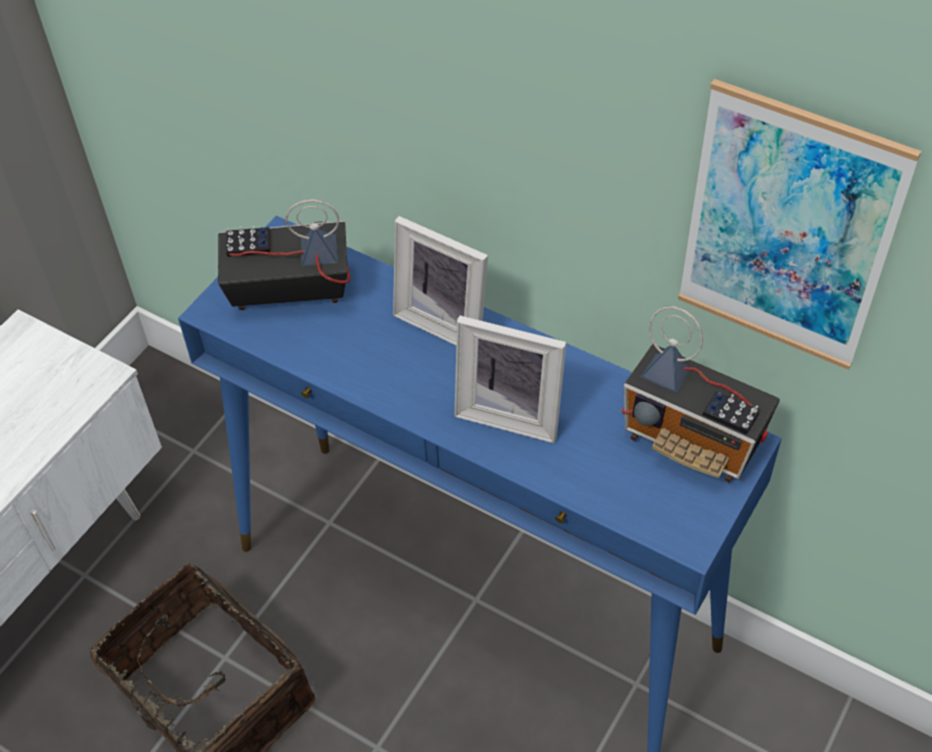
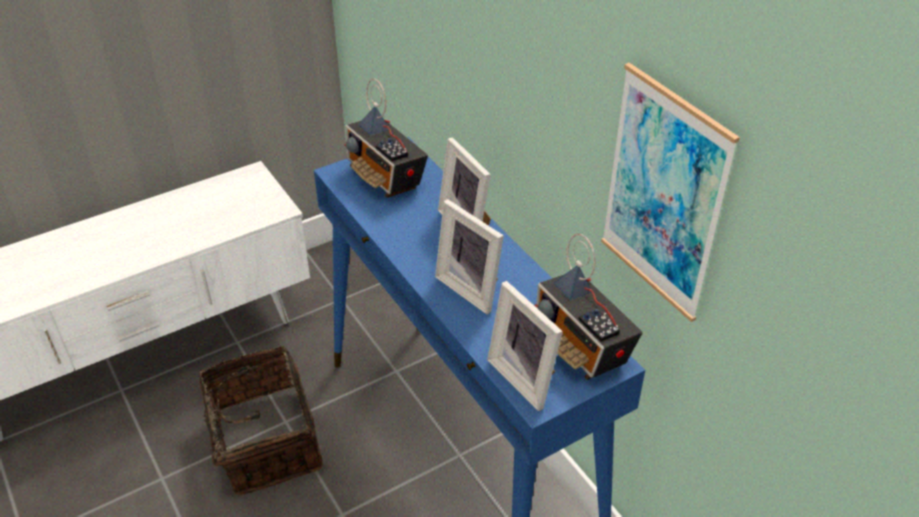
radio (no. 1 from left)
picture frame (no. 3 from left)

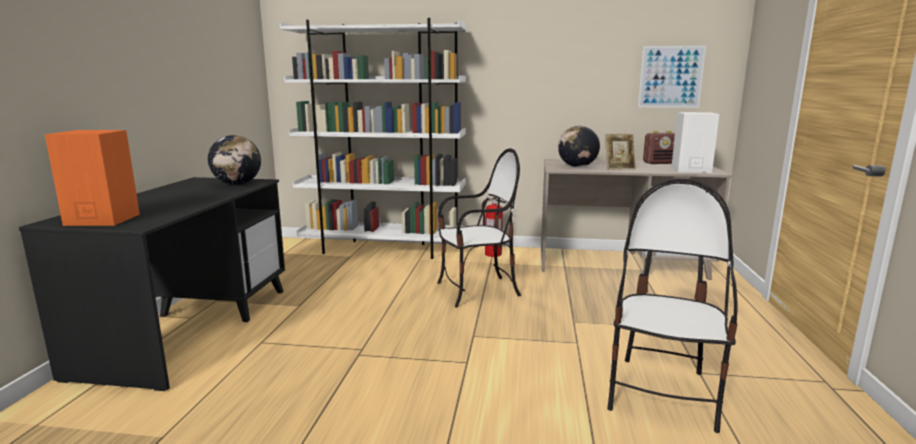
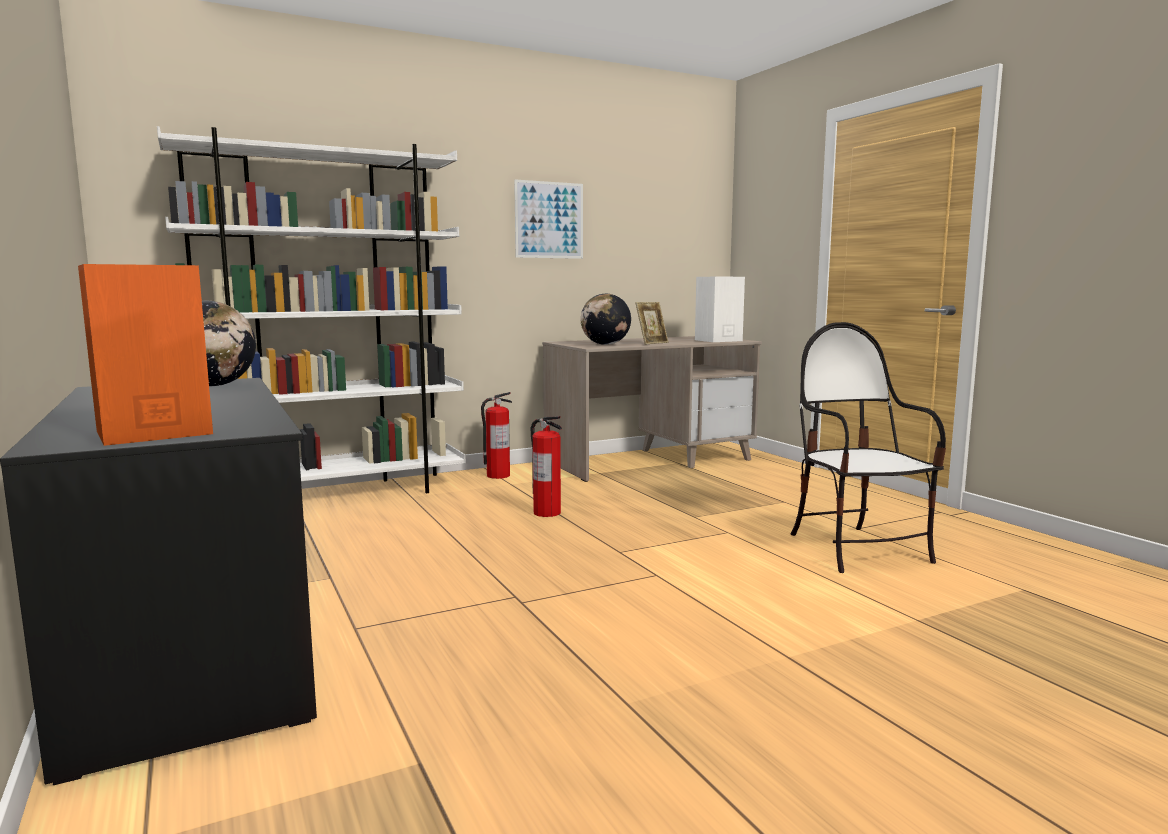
fire-fighting cylinder (no. 2 from left)
wall picture
radio

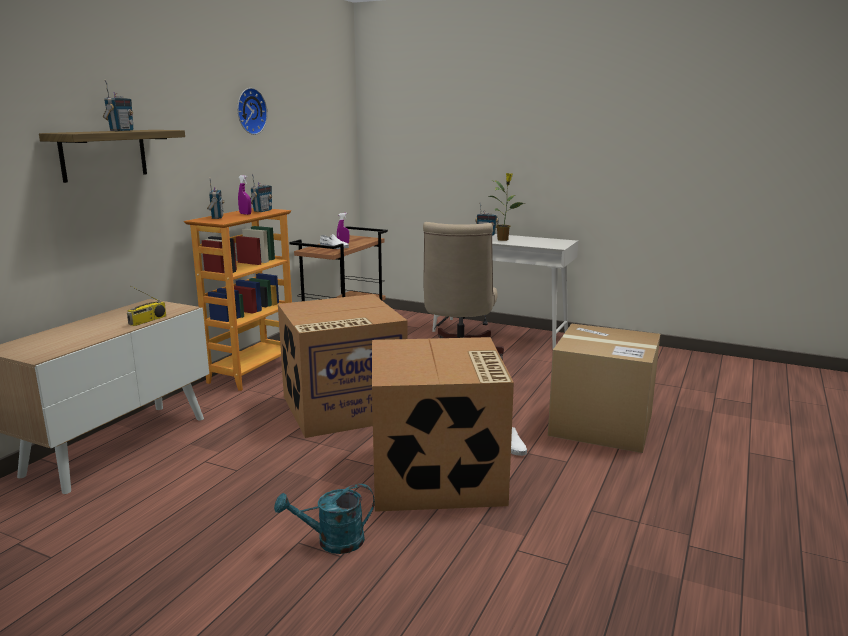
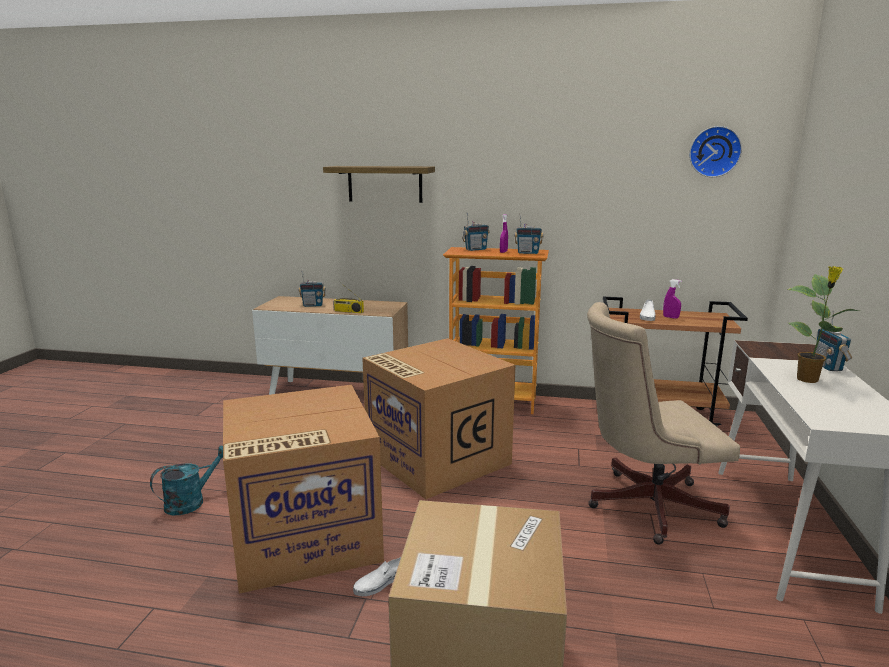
radio (no. 1 from left)
hanging clock
turquoise-coloured sprinkling can

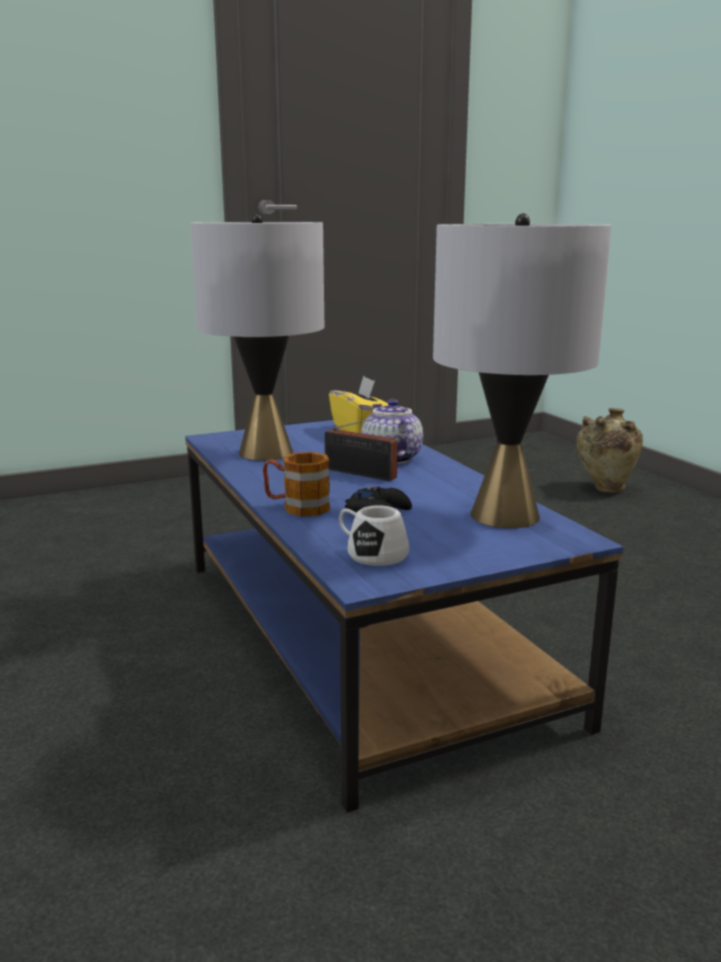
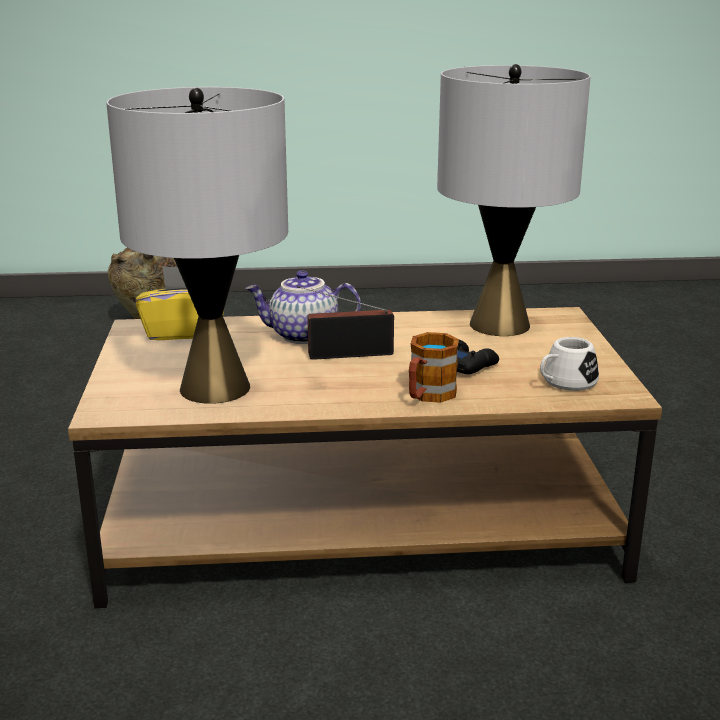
brown low table
radio

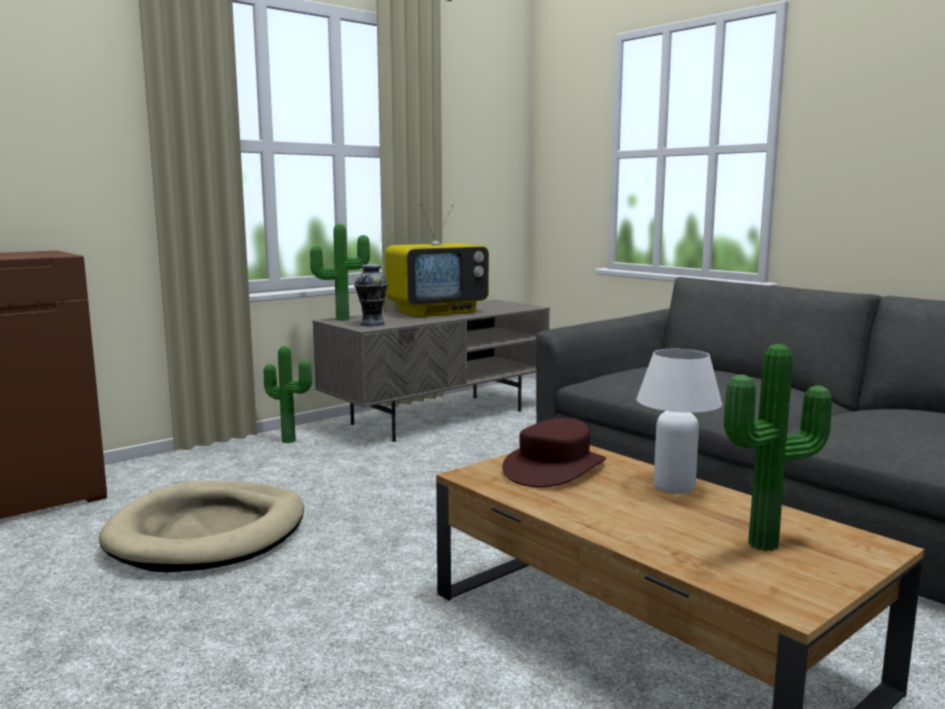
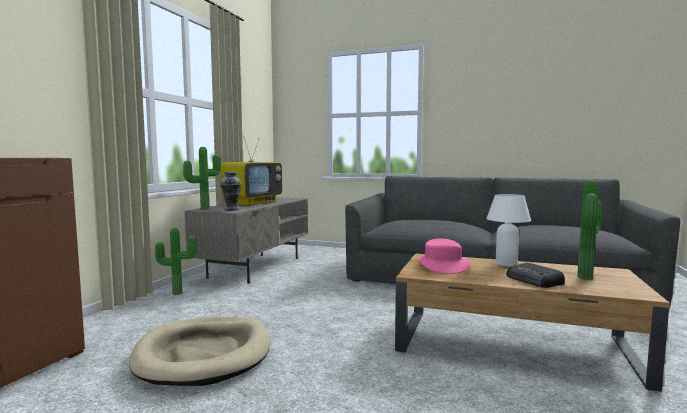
pinkish clothing hat
radio

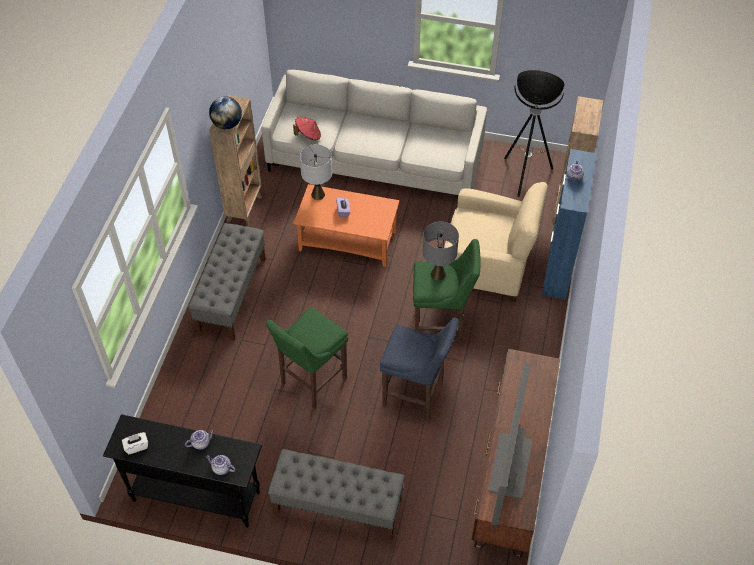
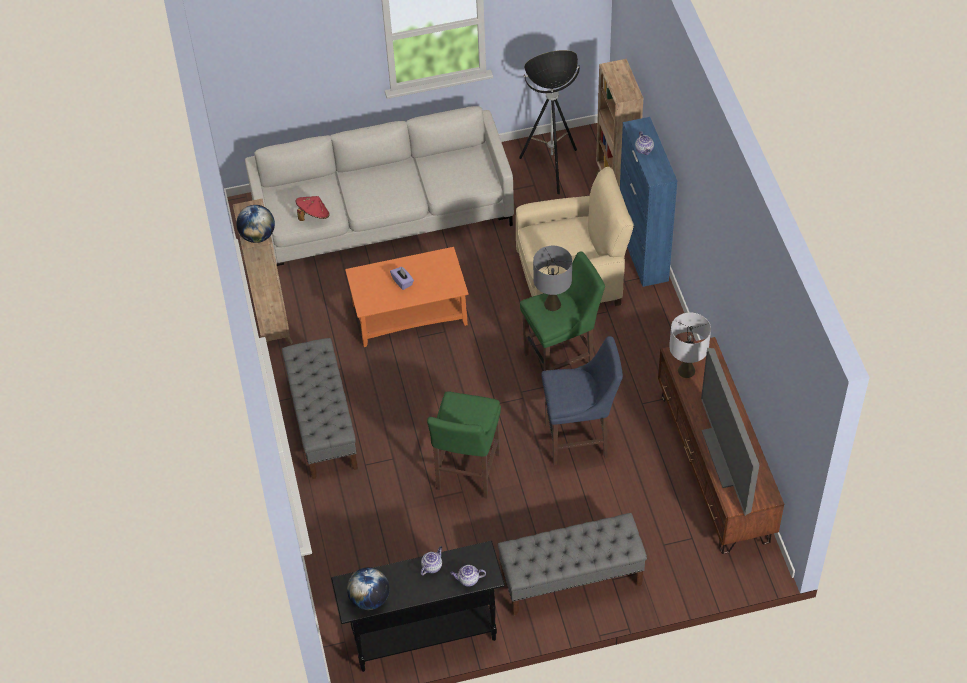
world globe (no. 2 from left)
gray lamp for a table (no. 2 from left)

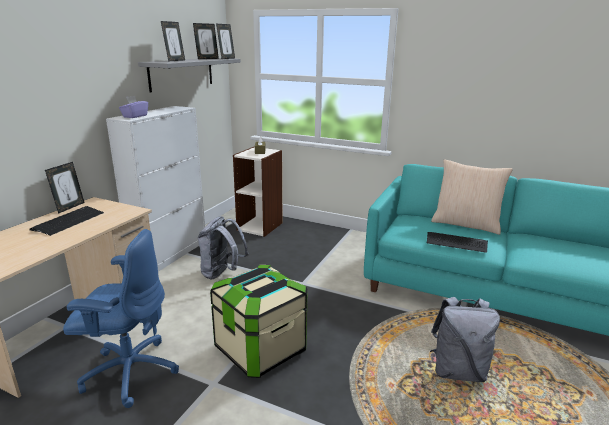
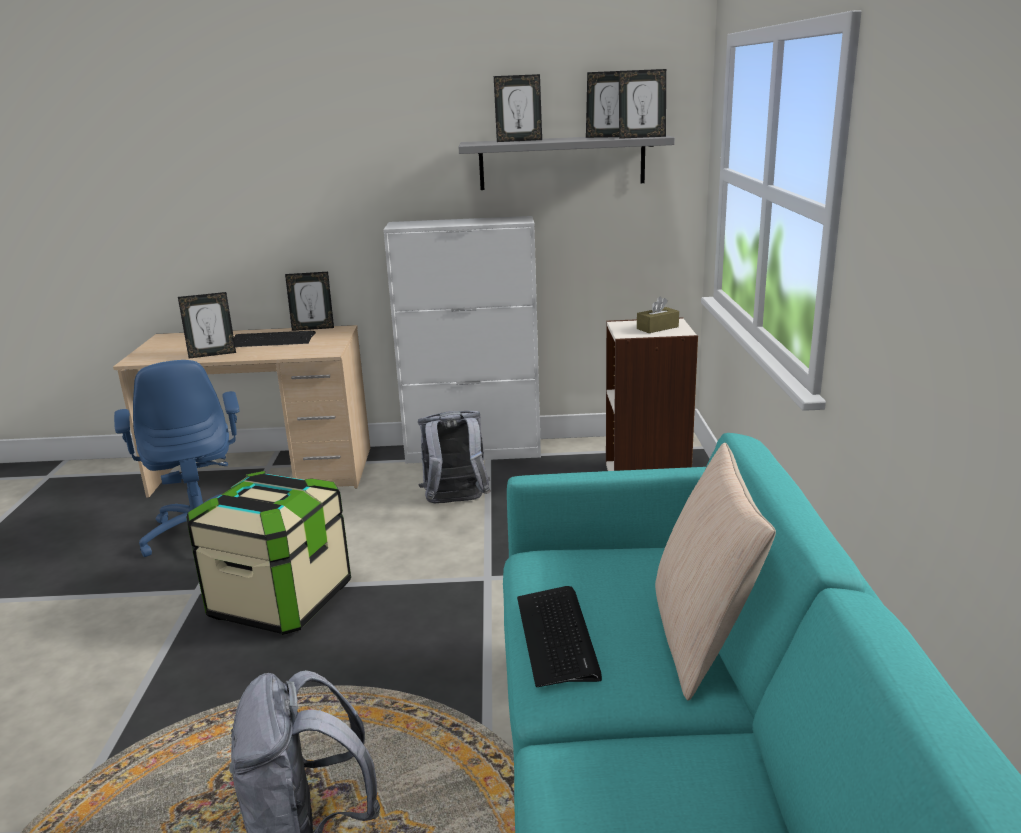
purplish tissue holder
picture frame (no. 1 from left)

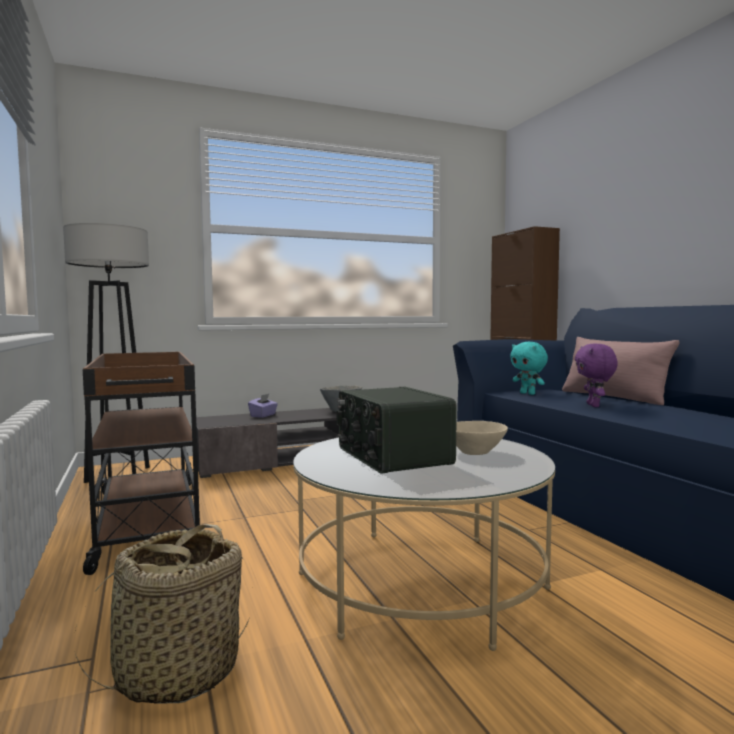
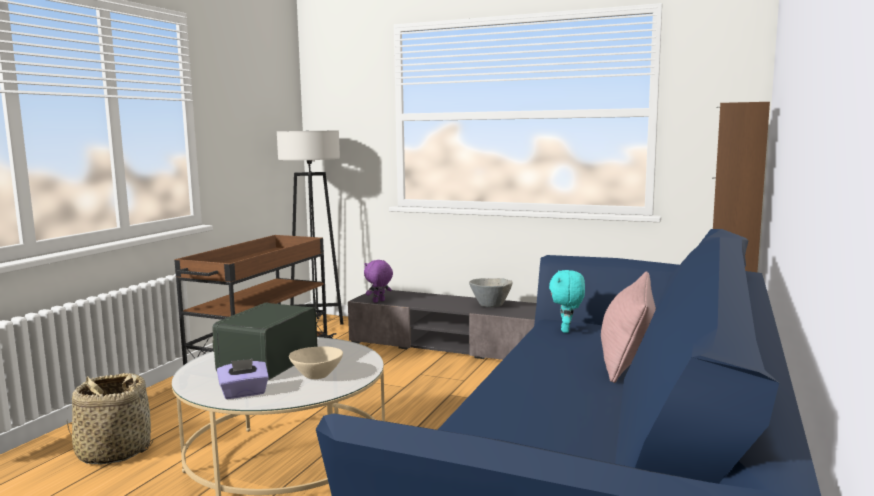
purplish tissue holder
purplish plush toy

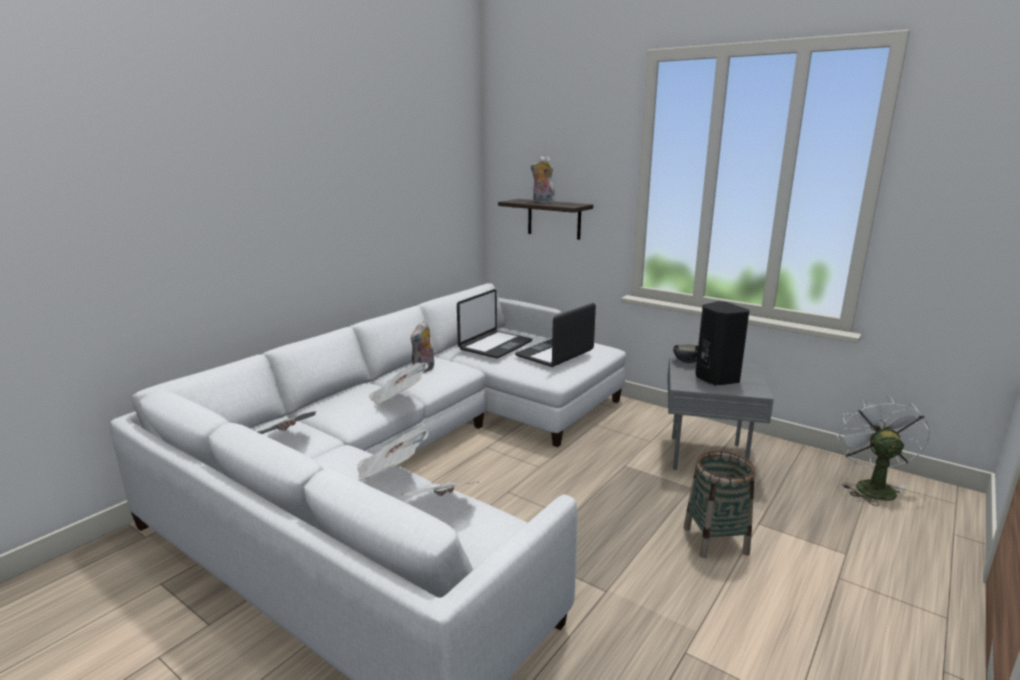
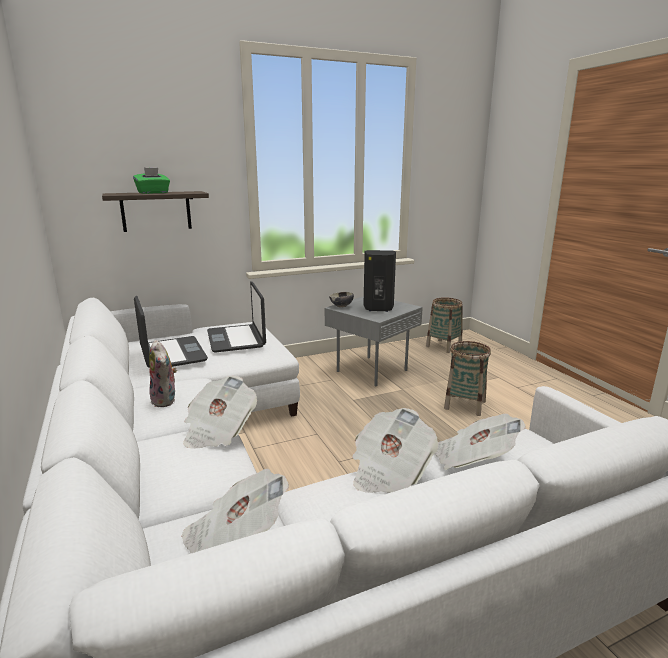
green-coloured tissue holder
household basket (no. 1 from left)

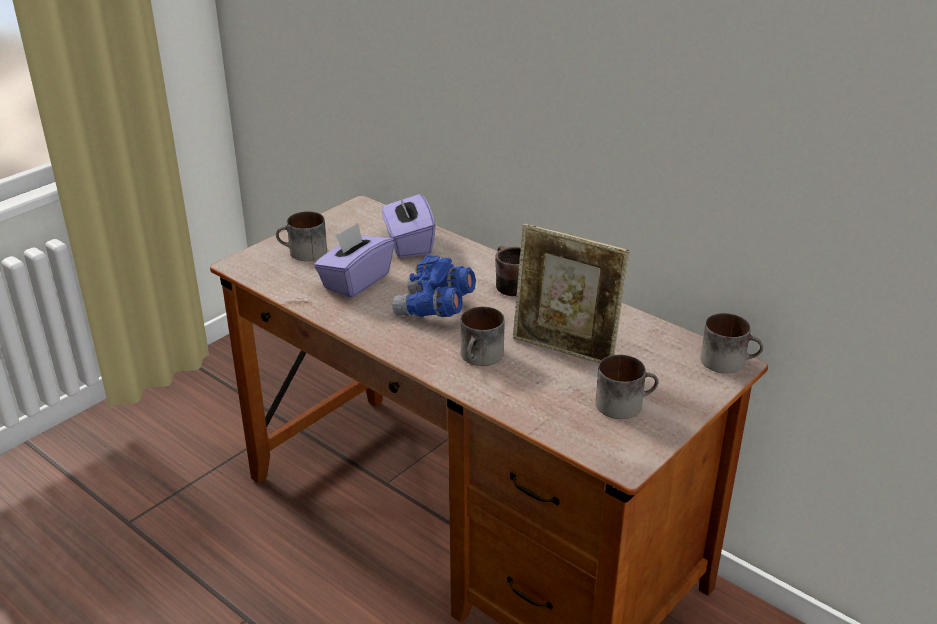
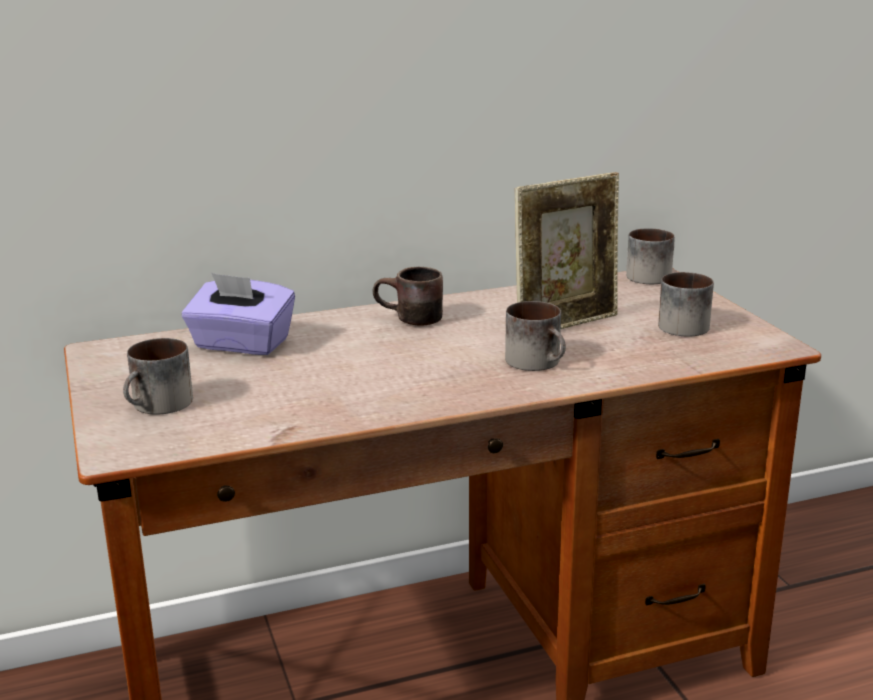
purplish tissue holder (no. 1 from left in the first image)
blue-coloured pair of binoculars

